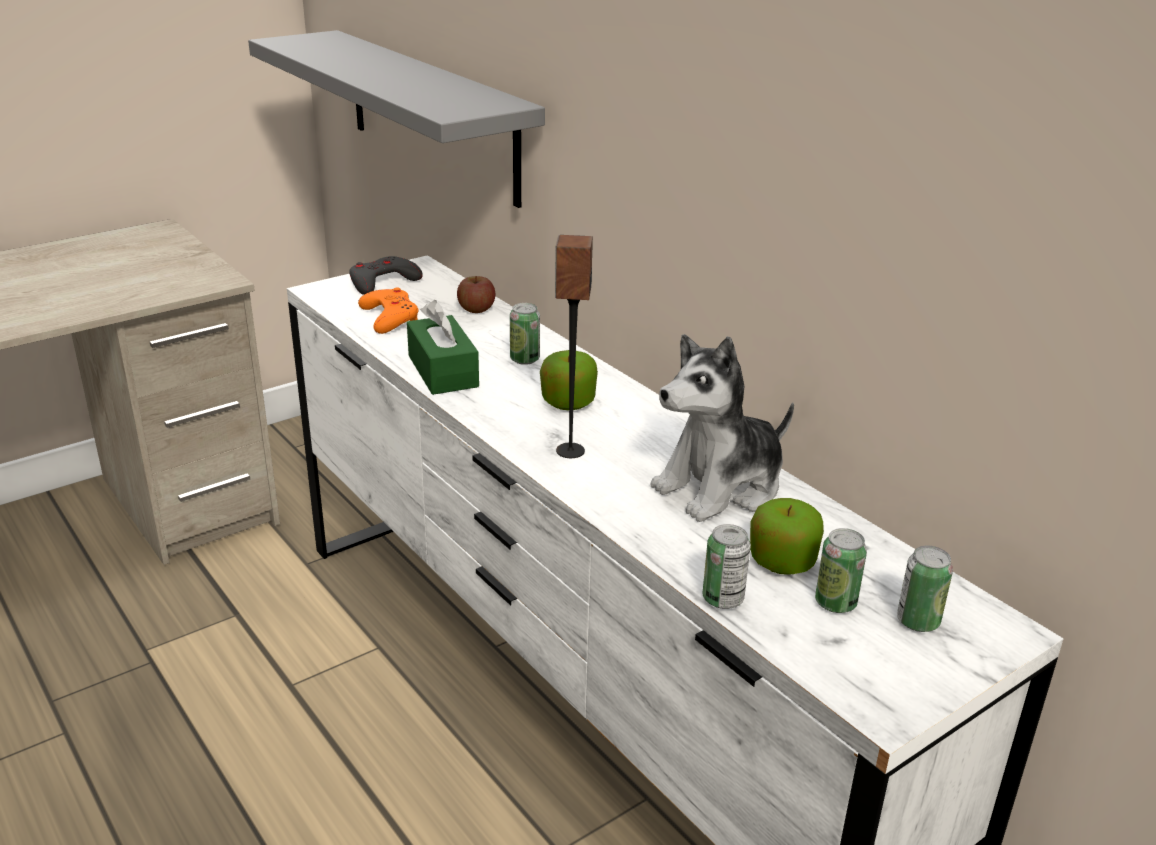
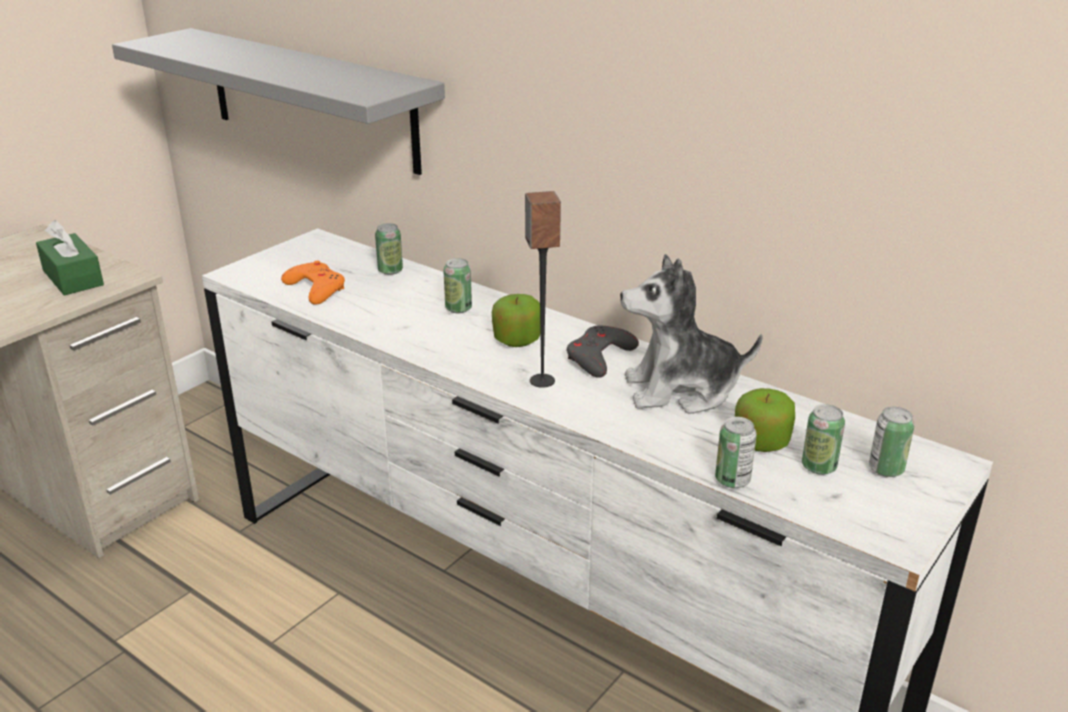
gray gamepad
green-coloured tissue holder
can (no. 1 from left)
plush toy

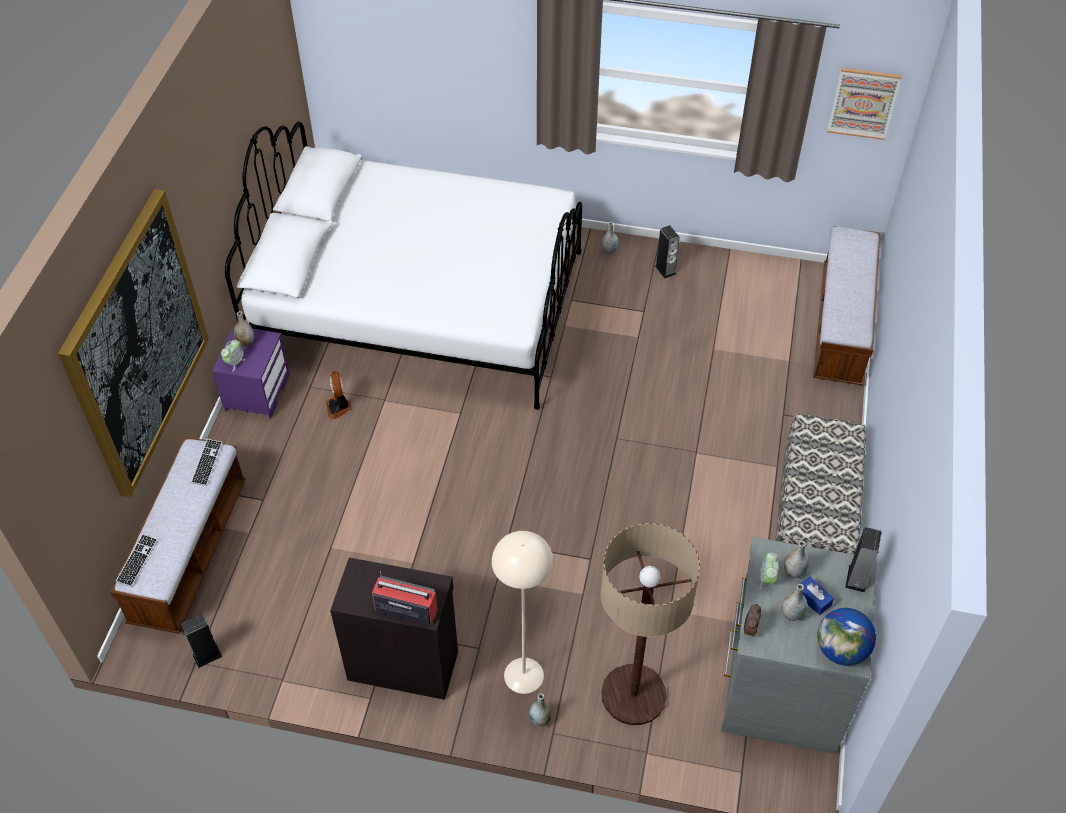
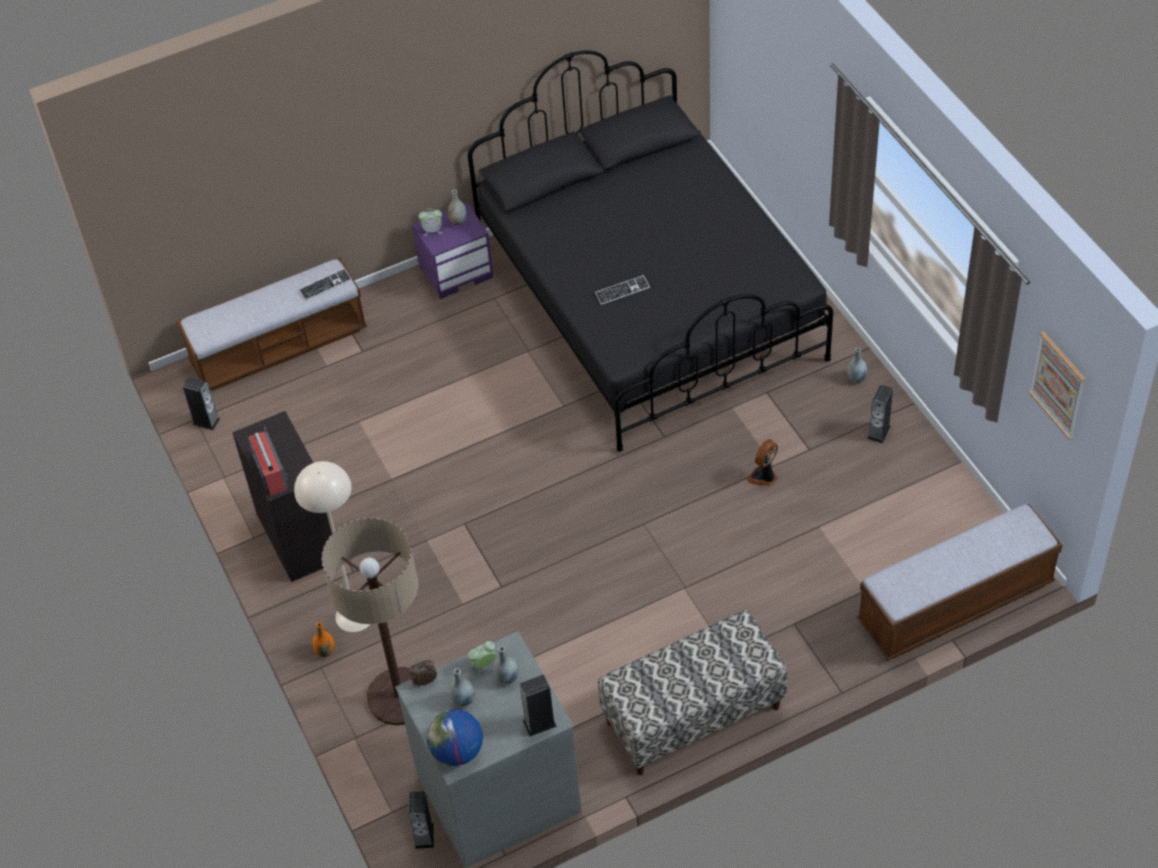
wall picture (no. 1 from left in the first image)
keyboard (no. 2 from left)
black-coloured bedroom bed
cooling fan
orange vase
blue-coloured tissue holder
loudspeaker (no. 2 from left)

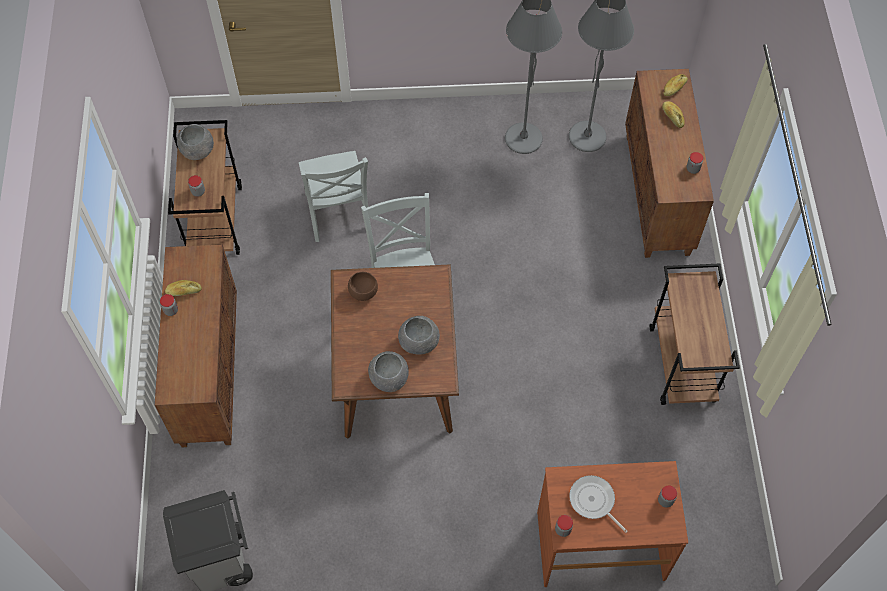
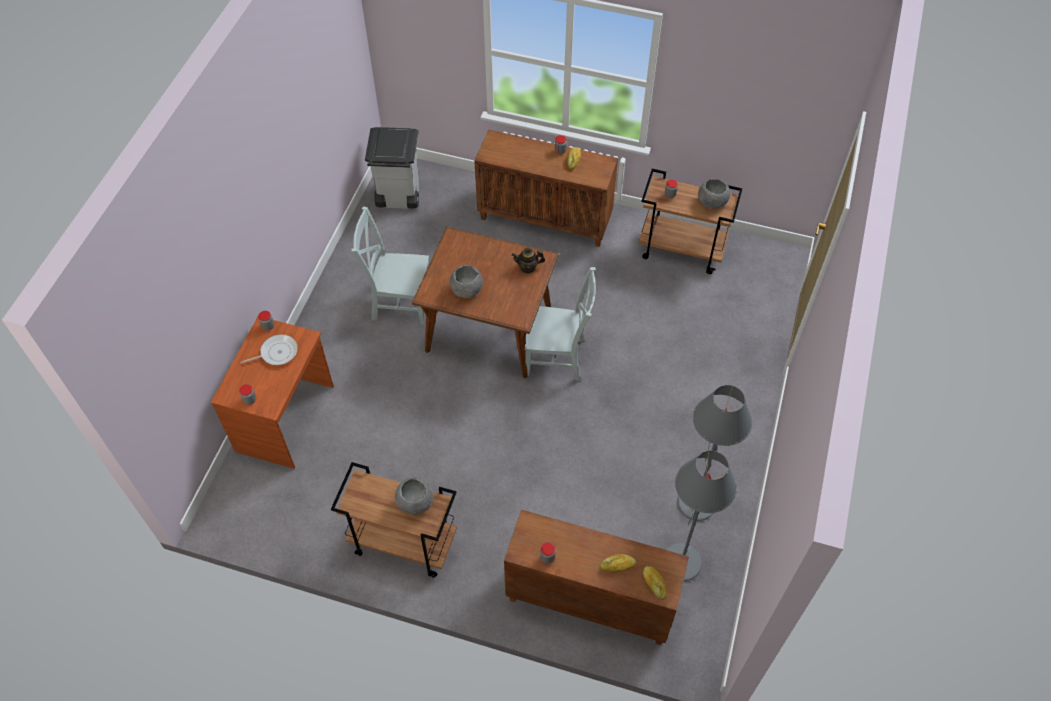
gray upright chair (no. 1 from left)
tea pot
gray bowl (no. 1 from left)

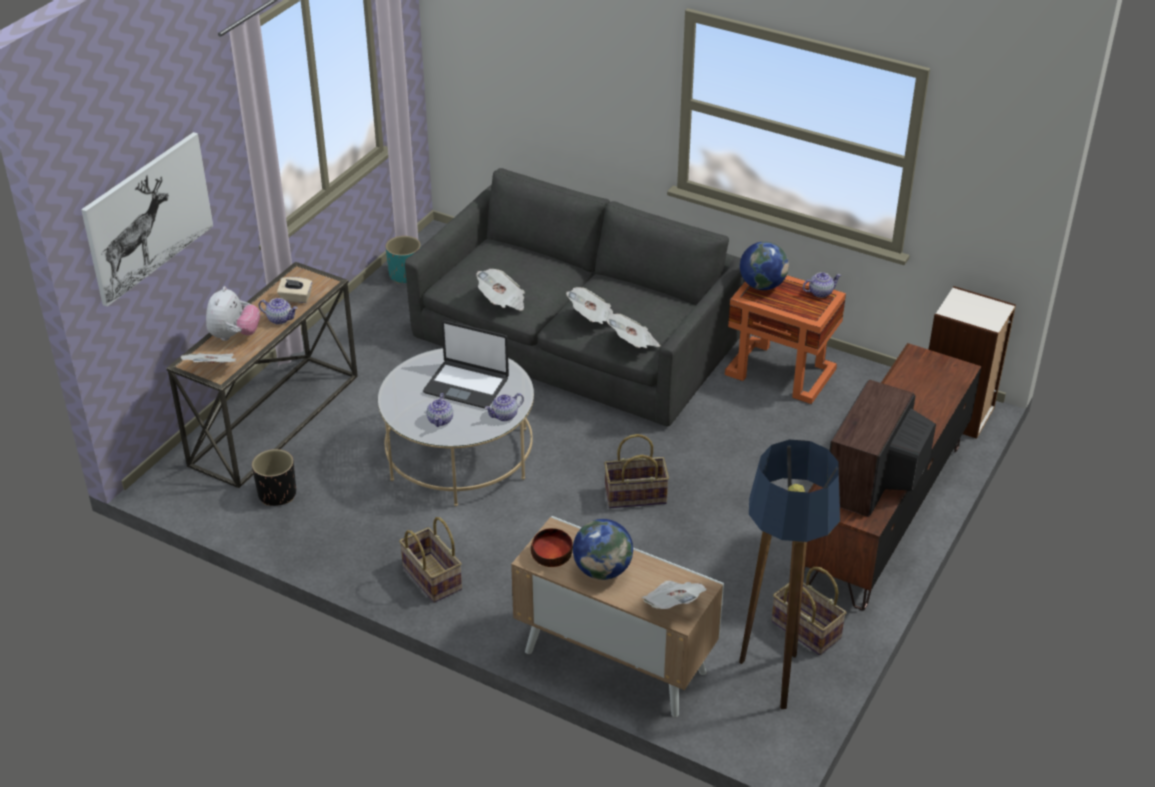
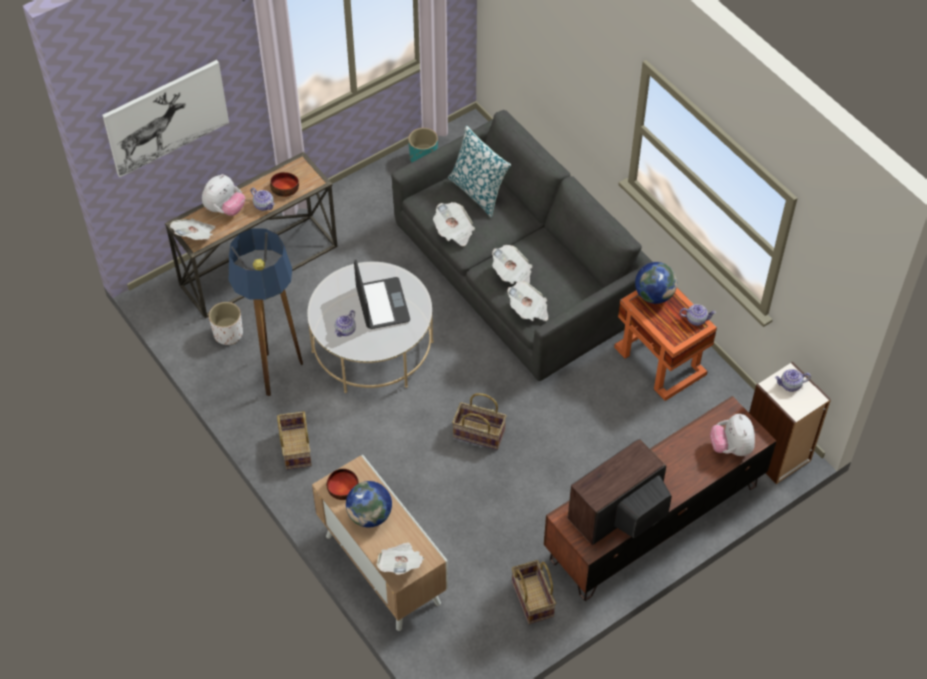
white-coloured flower pot
bowl (no. 1 from left)
laptop
tea pot (no. 4 from left)
floor lamp
pillow
plush toy (no. 2 from left)

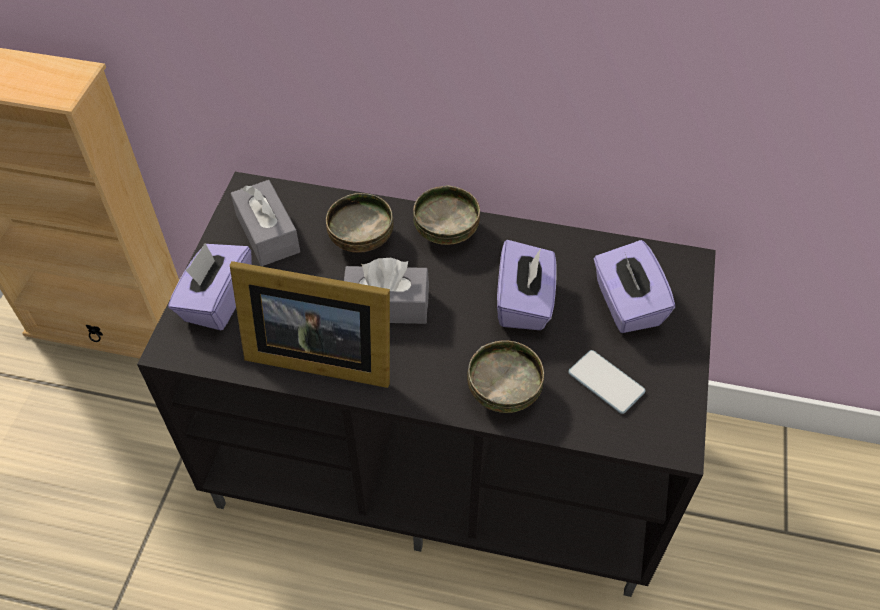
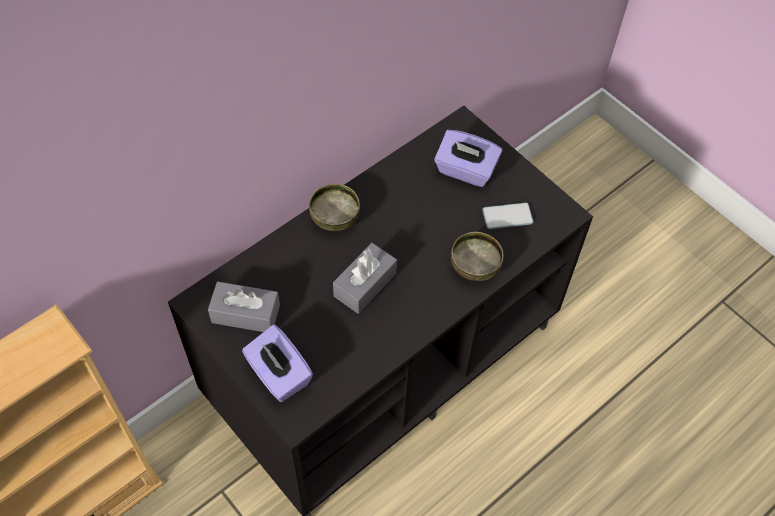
picture frame
bowl (no. 1 from left in the first image)
purplish tissue holder (no. 2 from left in the first image)

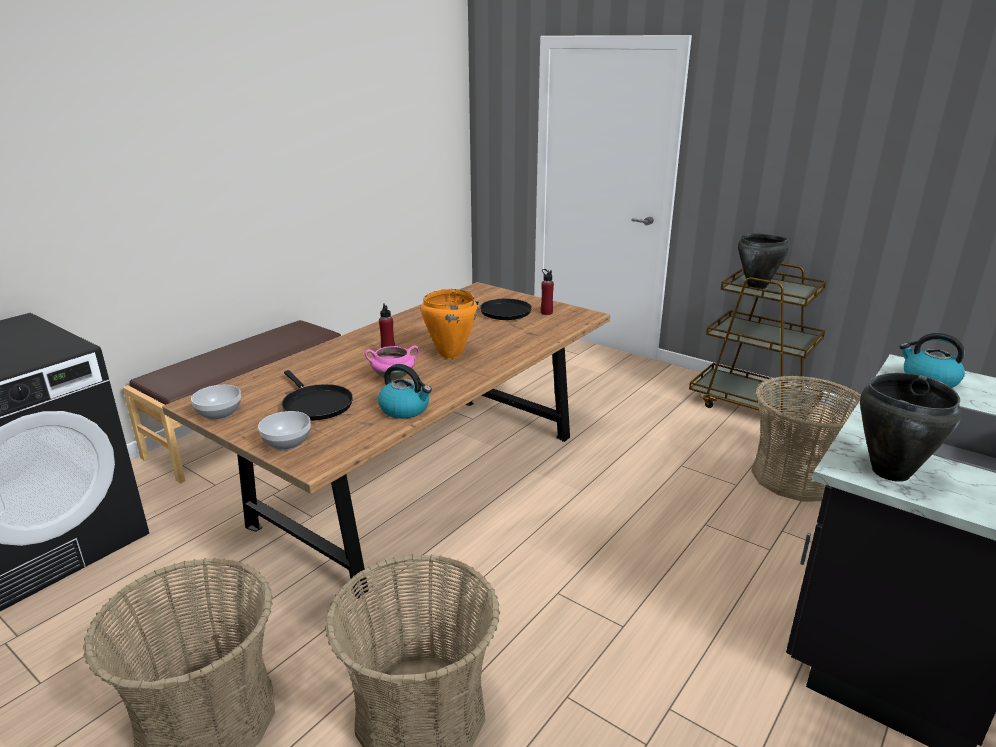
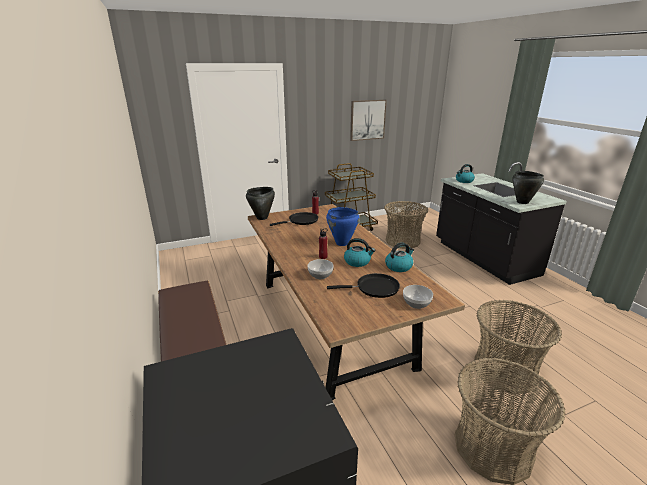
bowl (no. 1 from left)
kettle (no. 1 from left)
blue-coloured saucepot
black-coloured saucepot (no. 1 from left)
wall picture

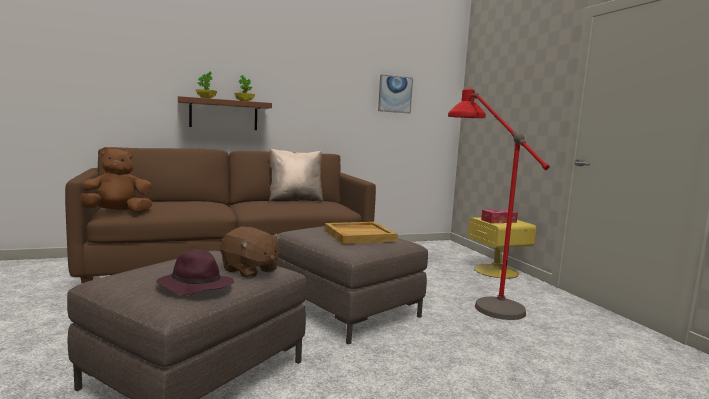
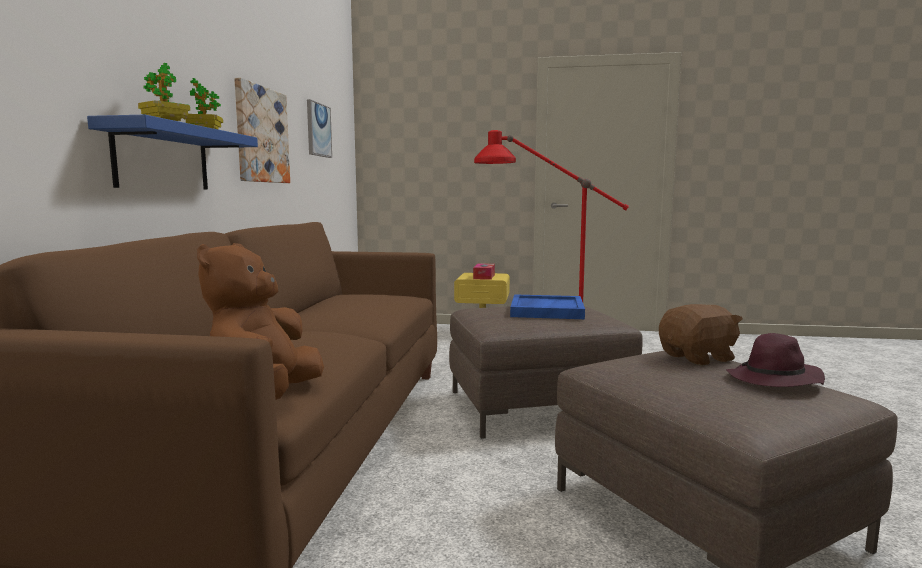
blue-coloured wall shelf
sand-coloured pillow
blue-coloured carrying tray
wall picture (no. 1 from left)

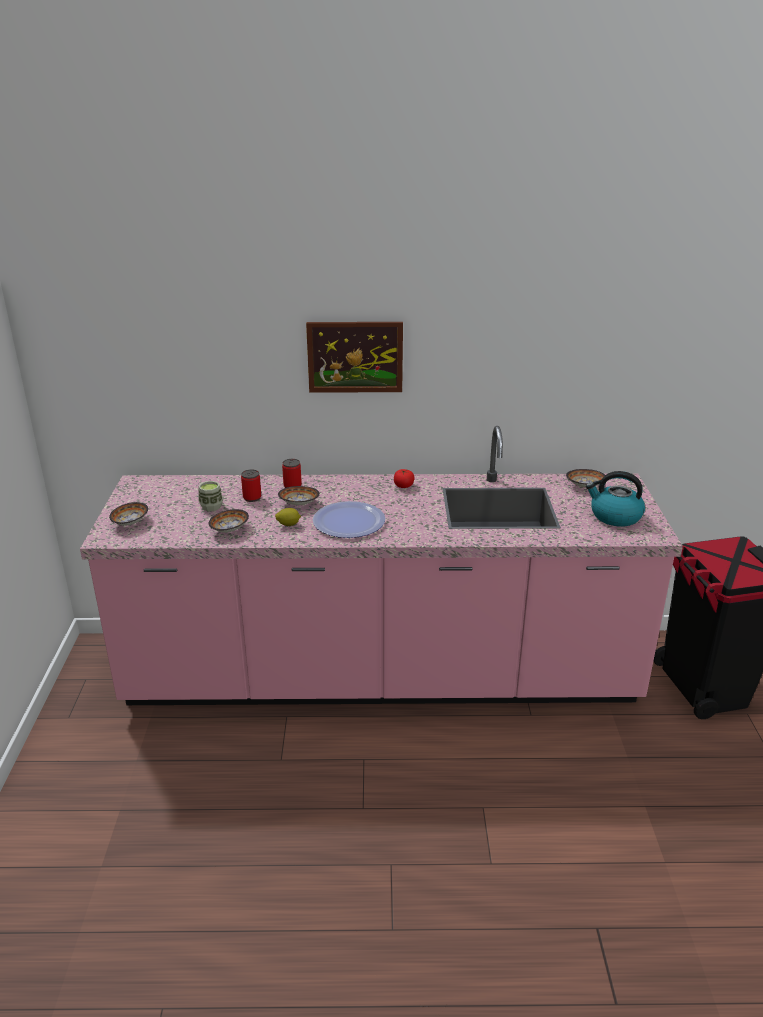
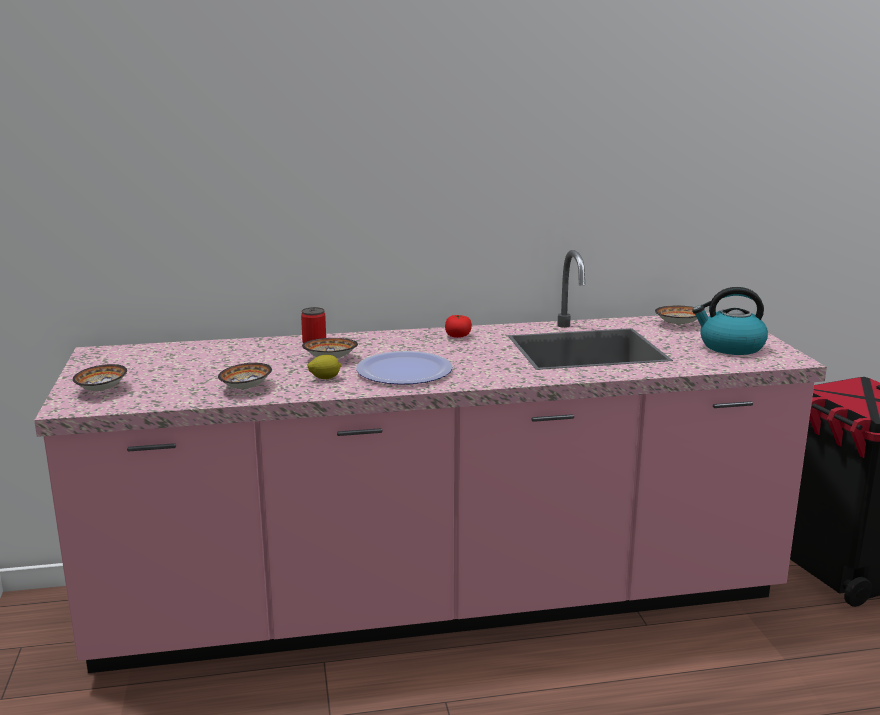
drinking cup
can (no. 1 from left in the first image)
wall picture

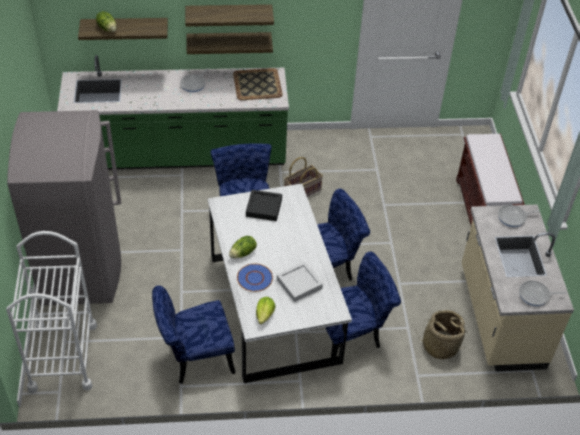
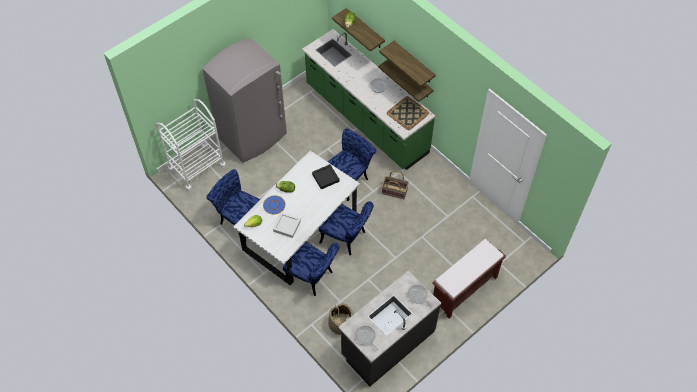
black-coloured kitchen base unit

